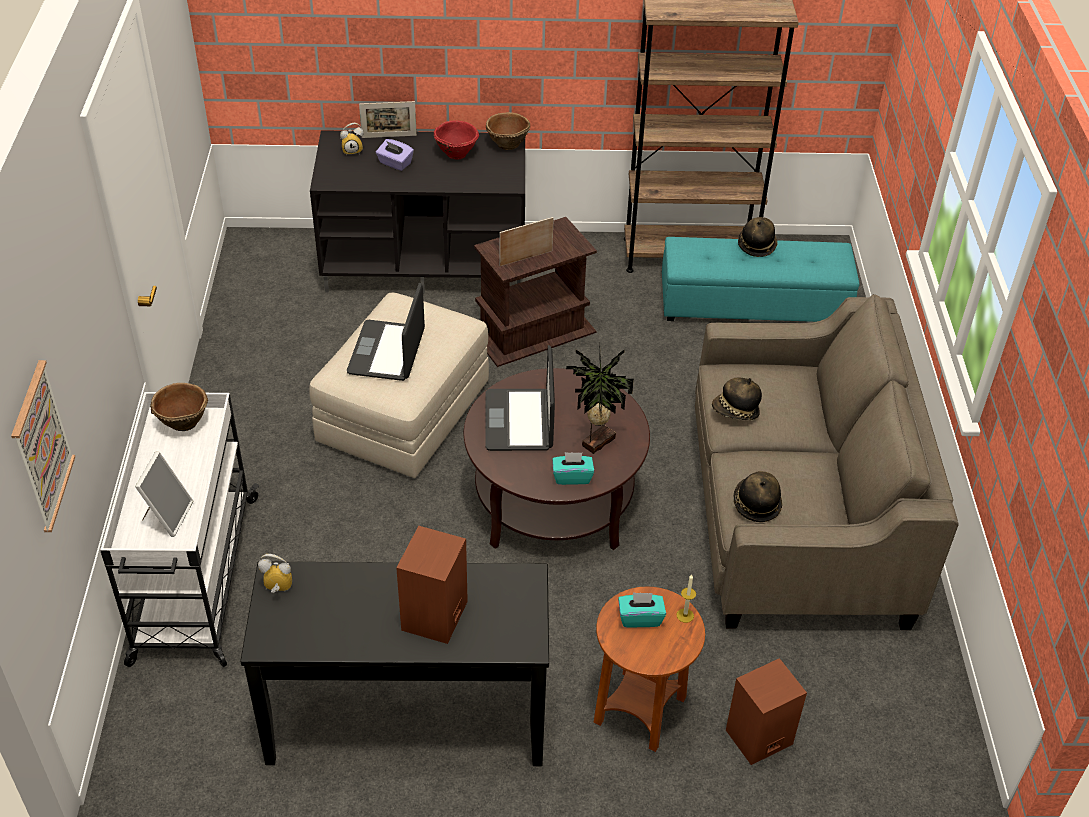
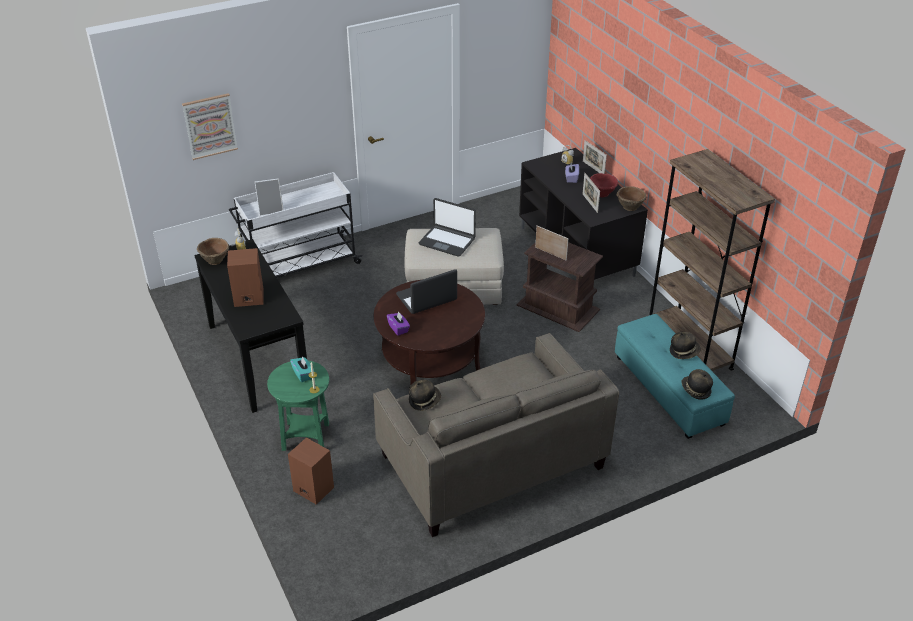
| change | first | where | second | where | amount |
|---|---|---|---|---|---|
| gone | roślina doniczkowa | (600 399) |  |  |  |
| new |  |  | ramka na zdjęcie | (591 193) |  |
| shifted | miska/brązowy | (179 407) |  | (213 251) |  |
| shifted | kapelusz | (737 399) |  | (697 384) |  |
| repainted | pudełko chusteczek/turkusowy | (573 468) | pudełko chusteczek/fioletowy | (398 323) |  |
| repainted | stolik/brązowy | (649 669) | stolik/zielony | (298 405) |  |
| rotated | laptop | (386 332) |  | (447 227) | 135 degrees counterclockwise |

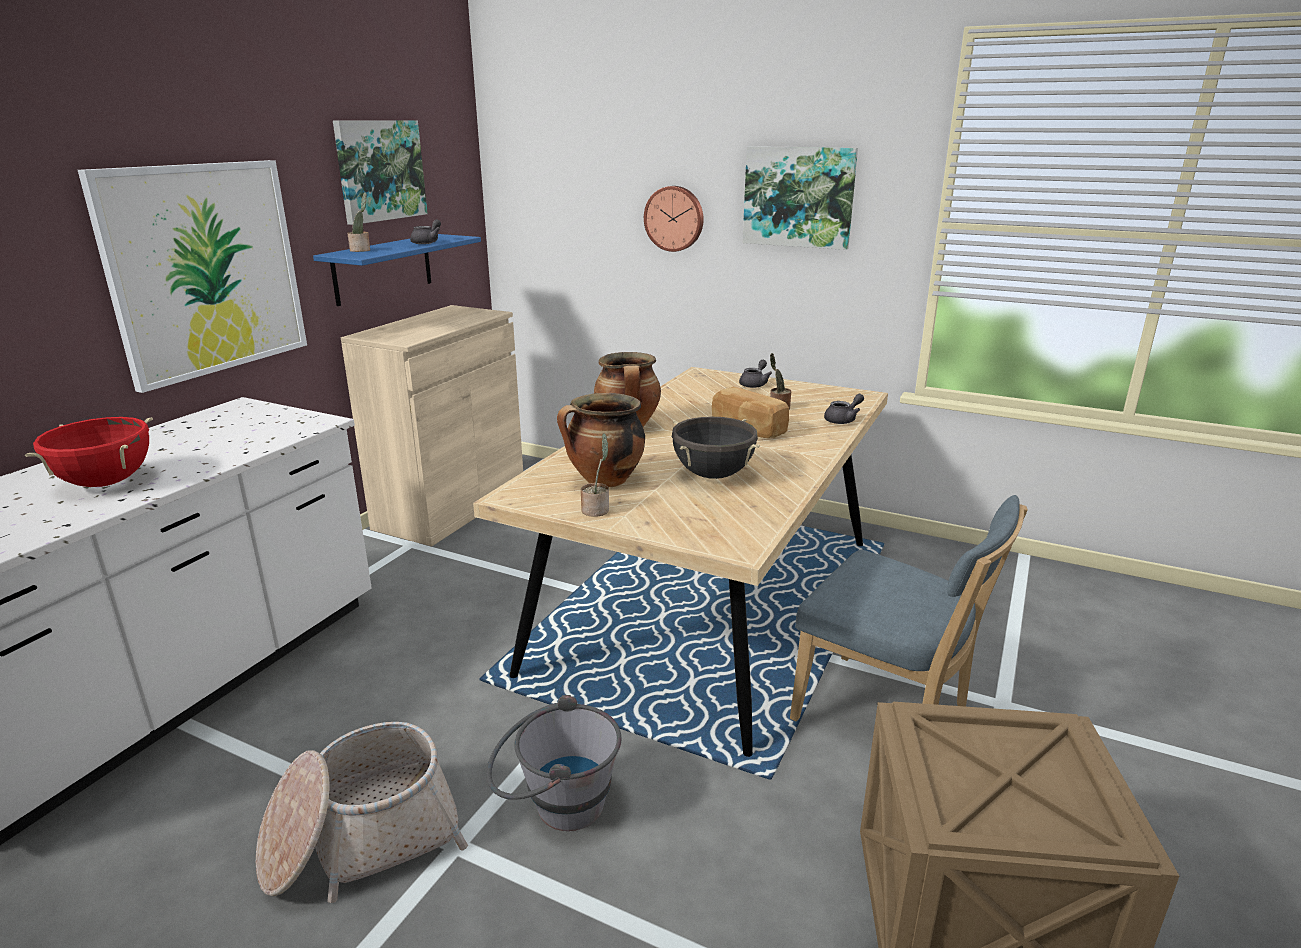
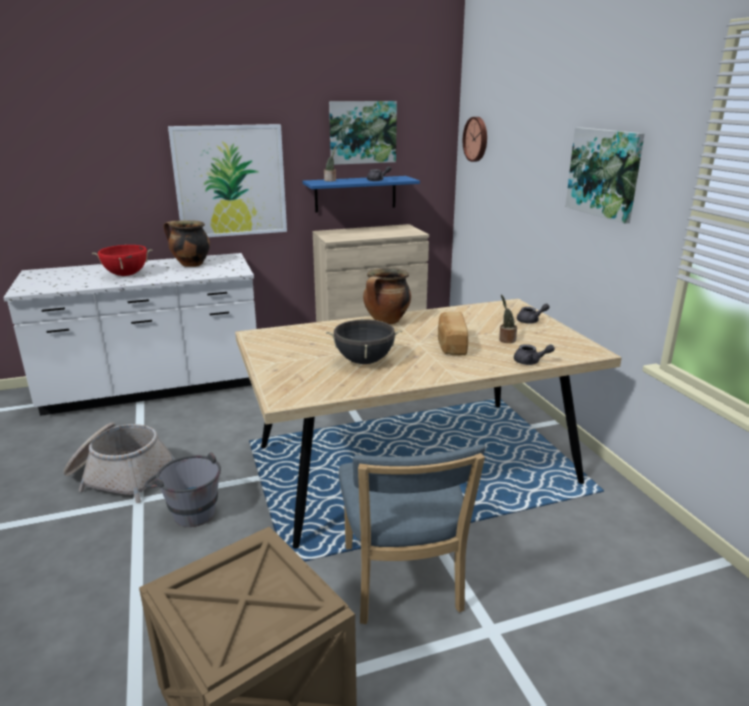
| change | first | where | second | where | amount |
|---|---|---|---|---|---|
| gone | roślina doniczkowa | (595 475) |  |  |  |
| shifted | garnek | (601 440) |  | (187 243) |  |
| shifted | zegar ścienny | (674 219) |  | (475 139) |  |

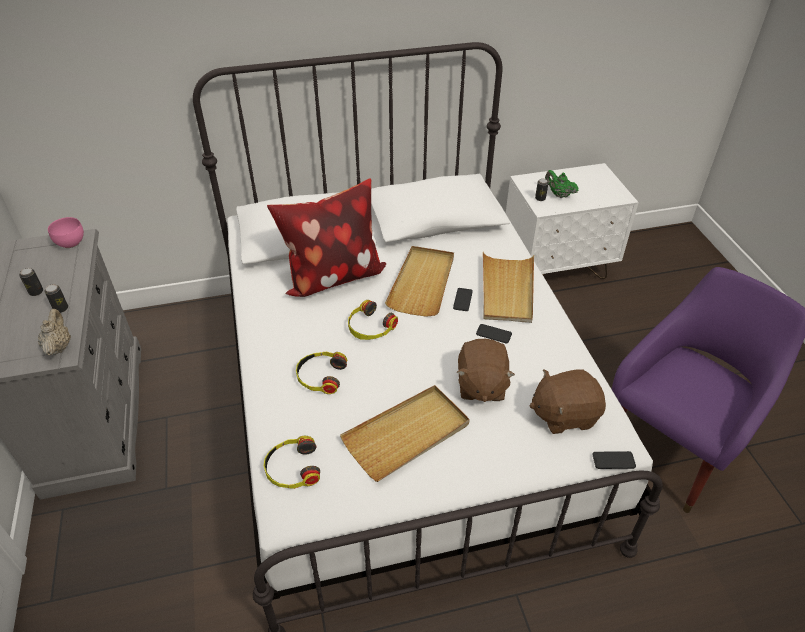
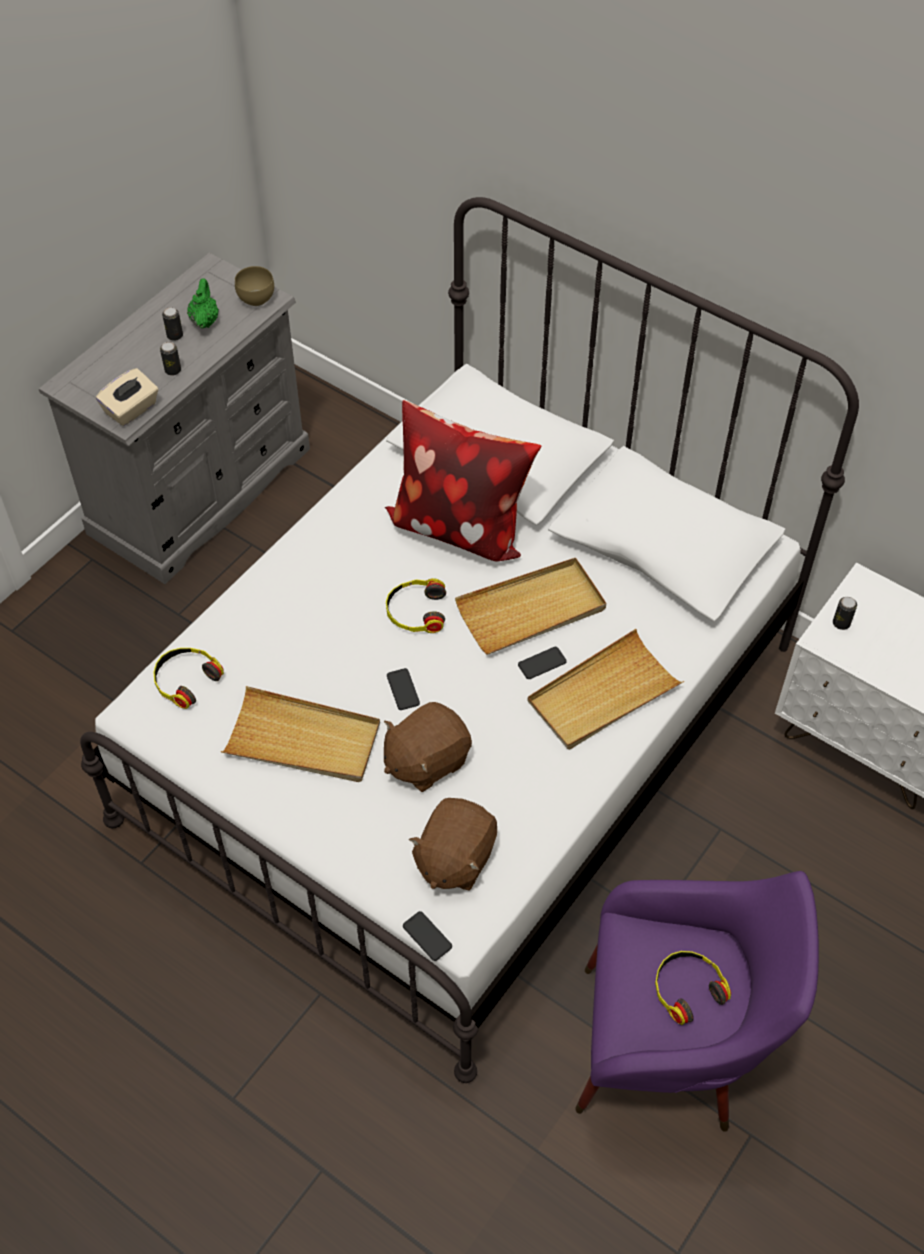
| change | first | where | second | where | amount |
|---|---|---|---|---|---|
| shifted | słuchawki | (321 373) |  | (693 988) |  |
| shifted | telefon | (494 334) |  | (403 689) |  |
| shifted | imbryk/zielony | (562 184) |  | (203 303) |  |
| swapped | imbryk/beżowy | (54 332) | pudełko chusteczek/beżowy | (127 397) |  |
| repainted | miska/różowy | (66 232) | miska/brązowy | (254 286) |  |
| rotated | pluszak/brązowy | (568 401) |  | (453 844) | 105 degrees counterclockwise |

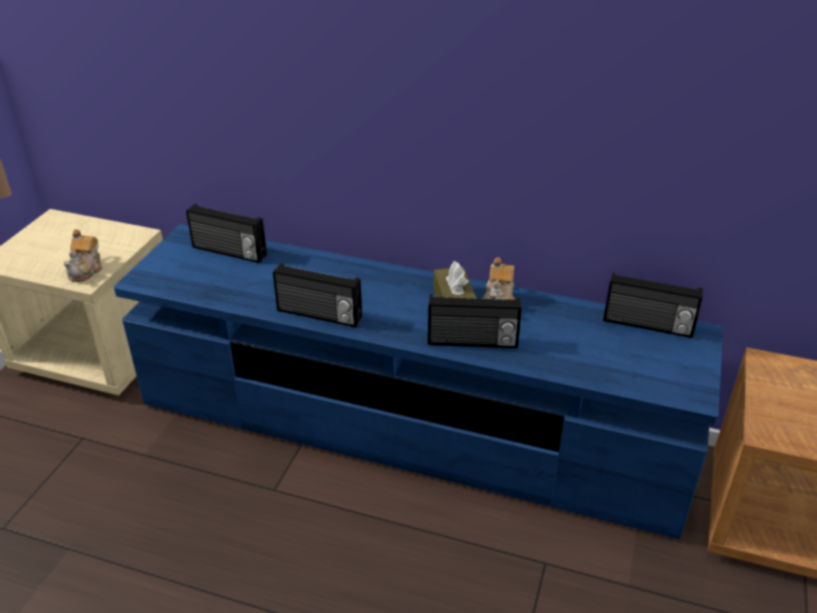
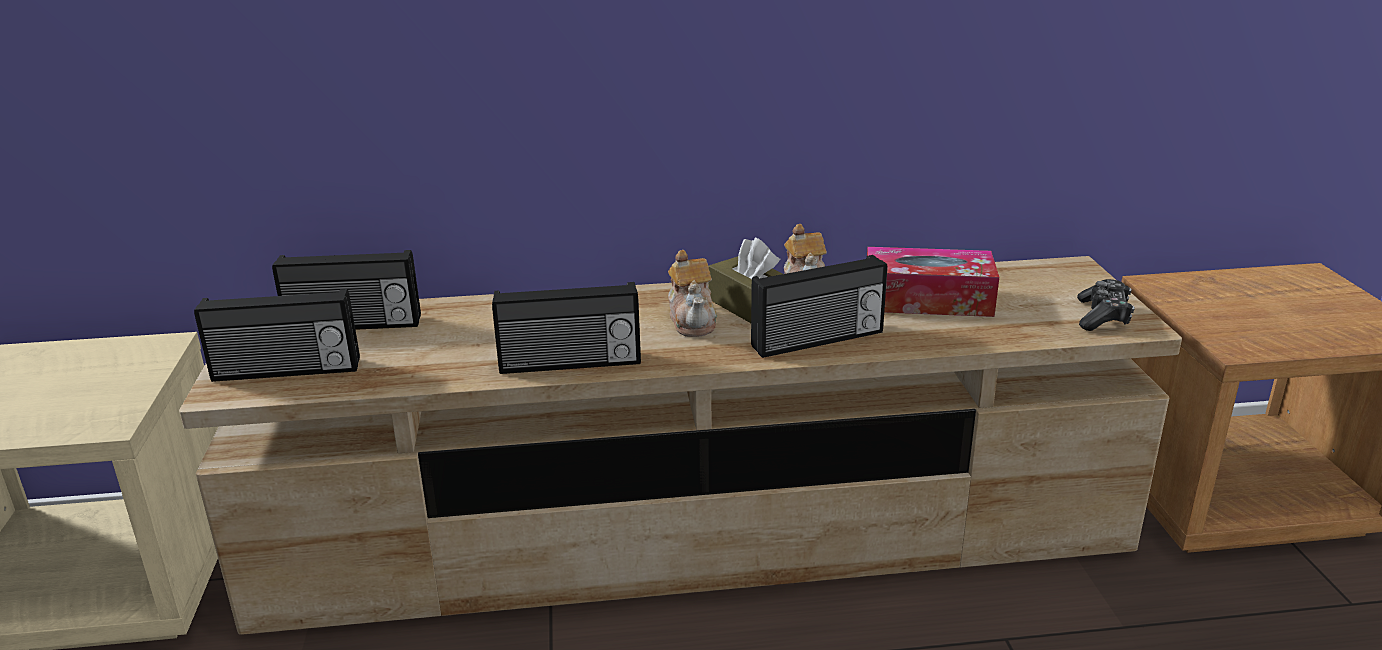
| change | first | where | second | where | amount |
|---|---|---|---|---|---|
| new |  |  | pudełko chusteczek | (933 282) |  |
| new |  |  | pad do gier | (1106 305) |  |
| shifted | imbryk | (83 255) |  | (692 293) |  |
| shifted | radio | (653 305) |  | (277 335) |  |
| repainted | szafka pod telewizor/niebieski | (418 381) | szafka pod telewizor/beżowy | (680 445) |  |

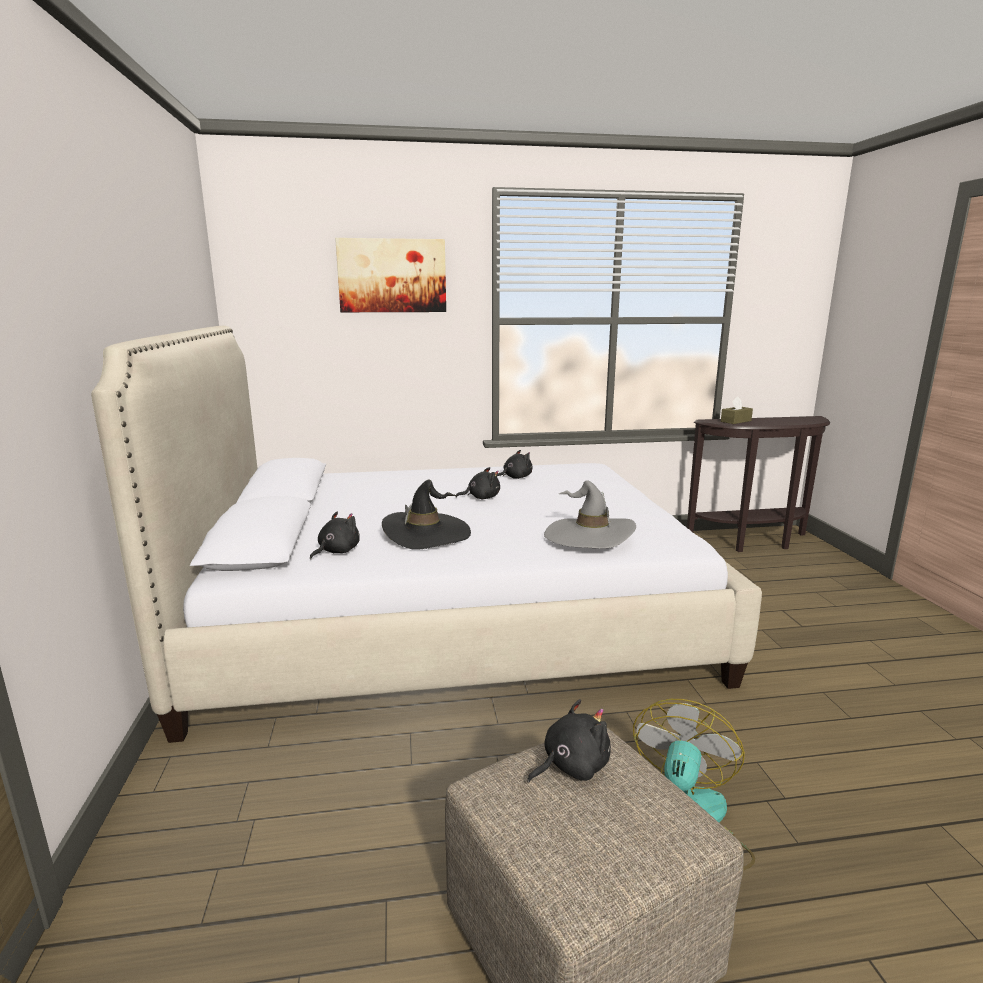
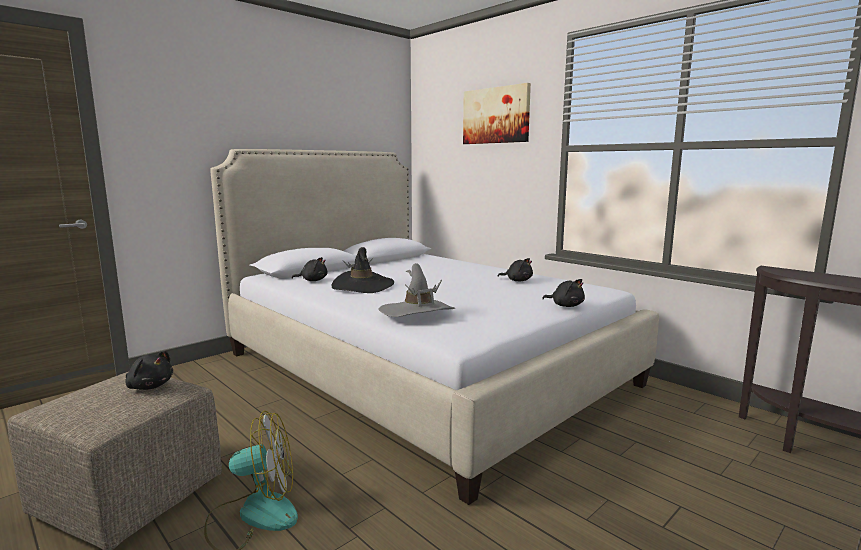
| change | first | where | second | where | amount |
|---|---|---|---|---|---|
| gone | pudełko chusteczek/brązowy | (737 410) |  |  |  |
| shifted | pluszak/czarny | (477 483) |  | (563 293) |  |

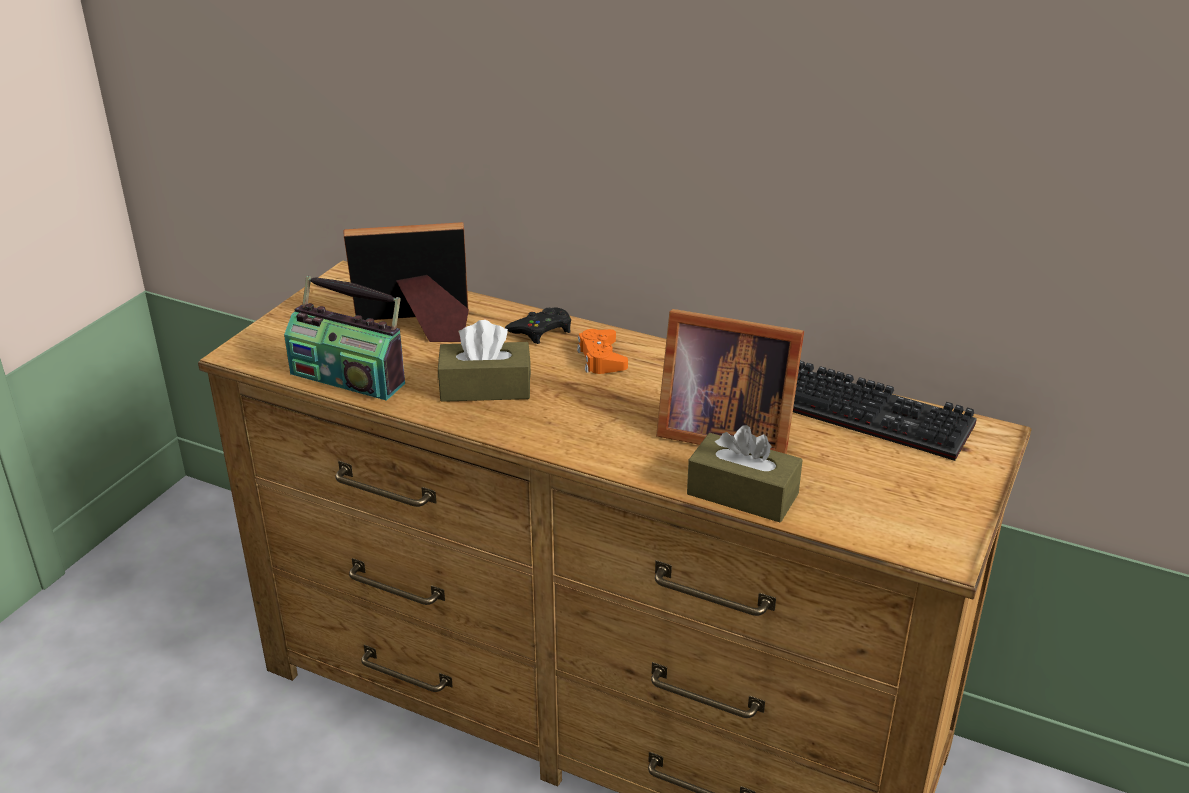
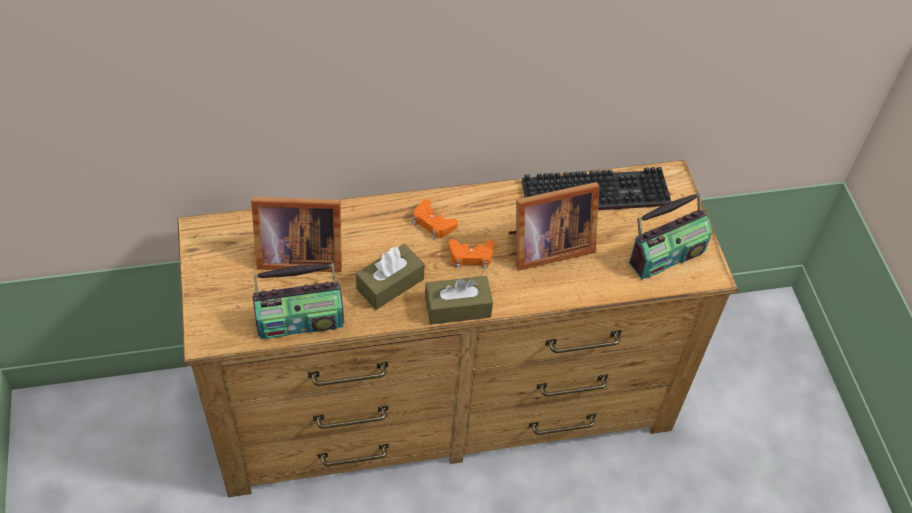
| change | first | where | second | where | amount |
|---|---|---|---|---|---|
| gone | pad do gier/czarny | (538 326) |  |  |  |
| new |  |  | pad do gier/pomarańczowy | (471 254) |  |
| new |  |  | radio | (670 235) |  |
| shifted | pudełko chusteczek/brązowy | (744 473) |  | (459 300) |  |
| rotated | ramka na zdjęcie | (406 282) |  | (296 234) | 135 degrees counterclockwise |

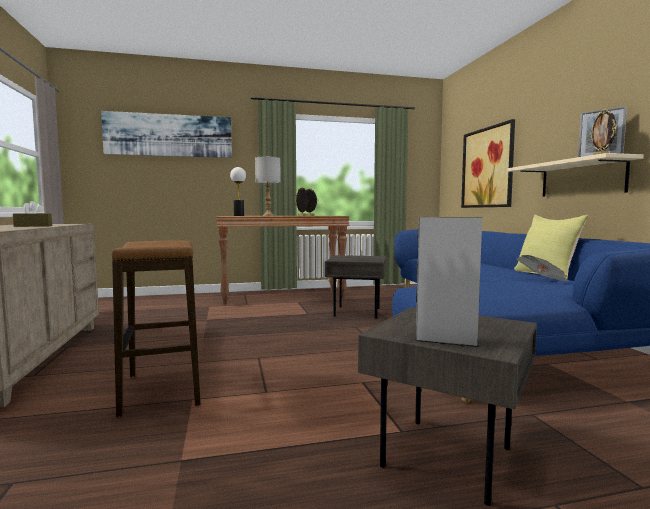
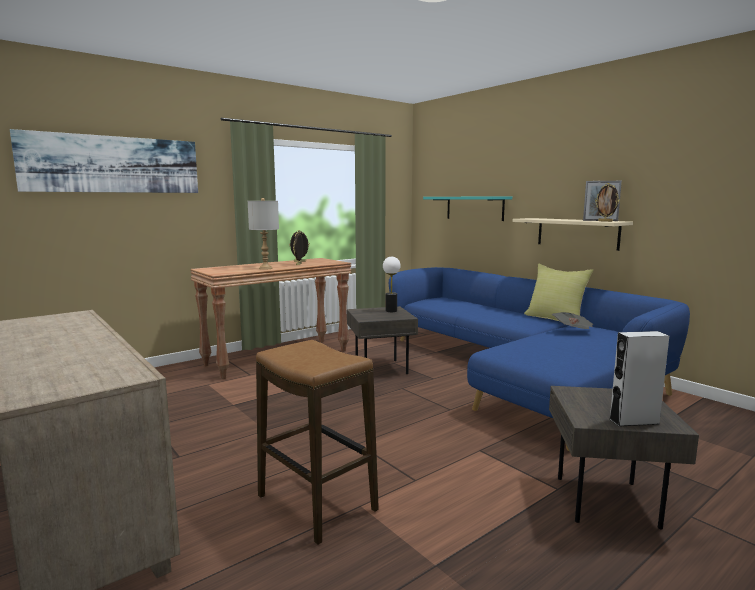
| change | first | where | second | where | amount |
|---|---|---|---|---|---|
| gone | pudełko chusteczek/brązowy | (32 214) |  |  |  |
| shifted | lampa stołowa | (238 191) |  | (391 284) |  |
| swapped | obraz | (488 163) | półka/turkusowy | (467 208) |  |

